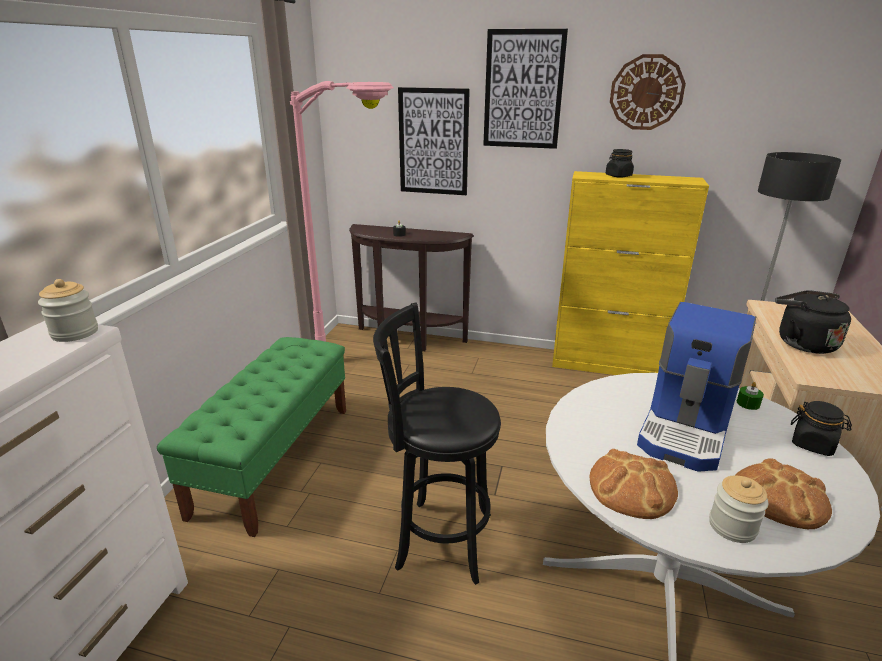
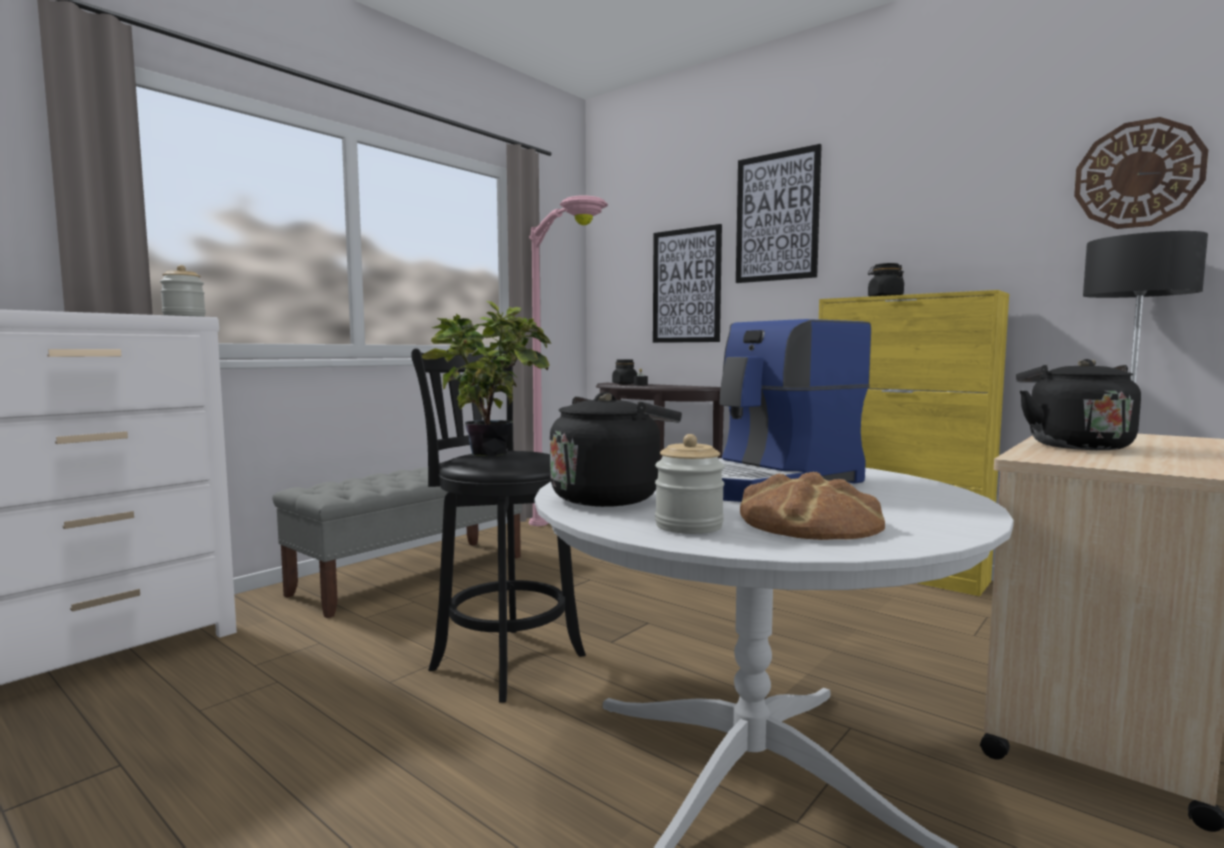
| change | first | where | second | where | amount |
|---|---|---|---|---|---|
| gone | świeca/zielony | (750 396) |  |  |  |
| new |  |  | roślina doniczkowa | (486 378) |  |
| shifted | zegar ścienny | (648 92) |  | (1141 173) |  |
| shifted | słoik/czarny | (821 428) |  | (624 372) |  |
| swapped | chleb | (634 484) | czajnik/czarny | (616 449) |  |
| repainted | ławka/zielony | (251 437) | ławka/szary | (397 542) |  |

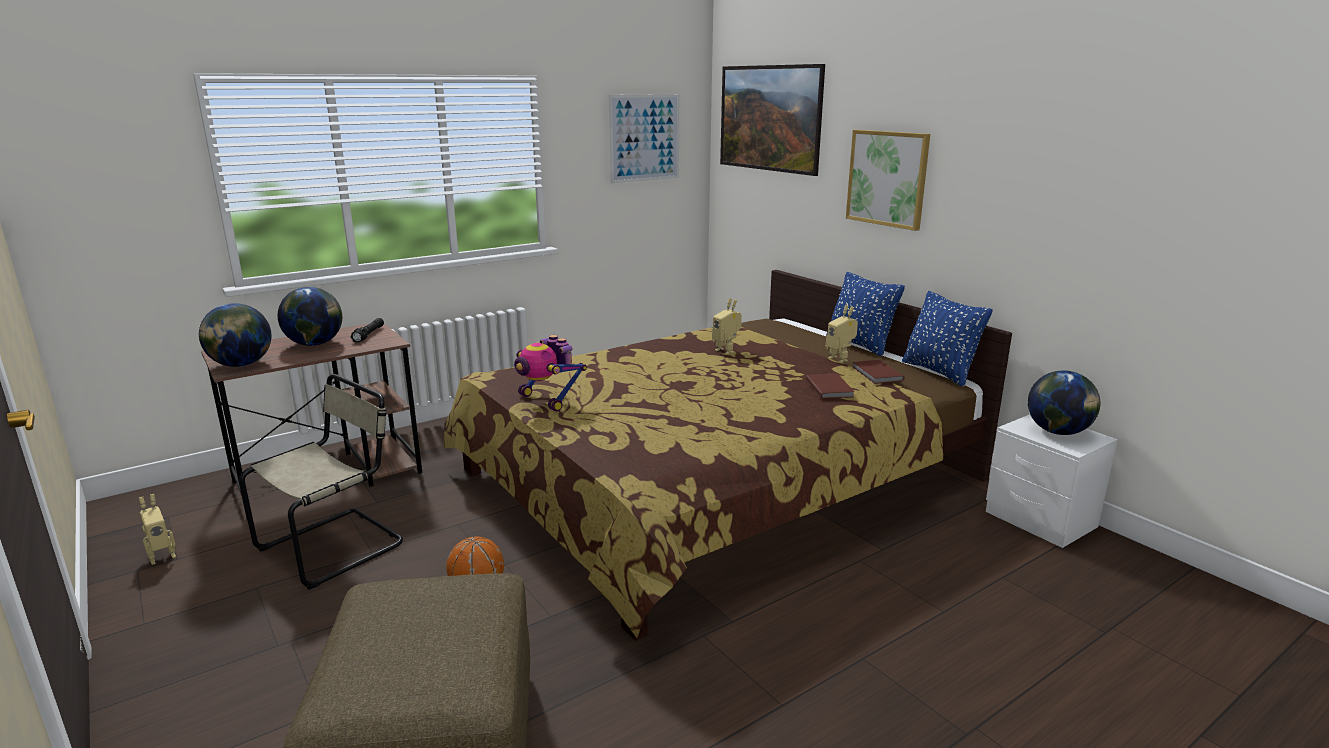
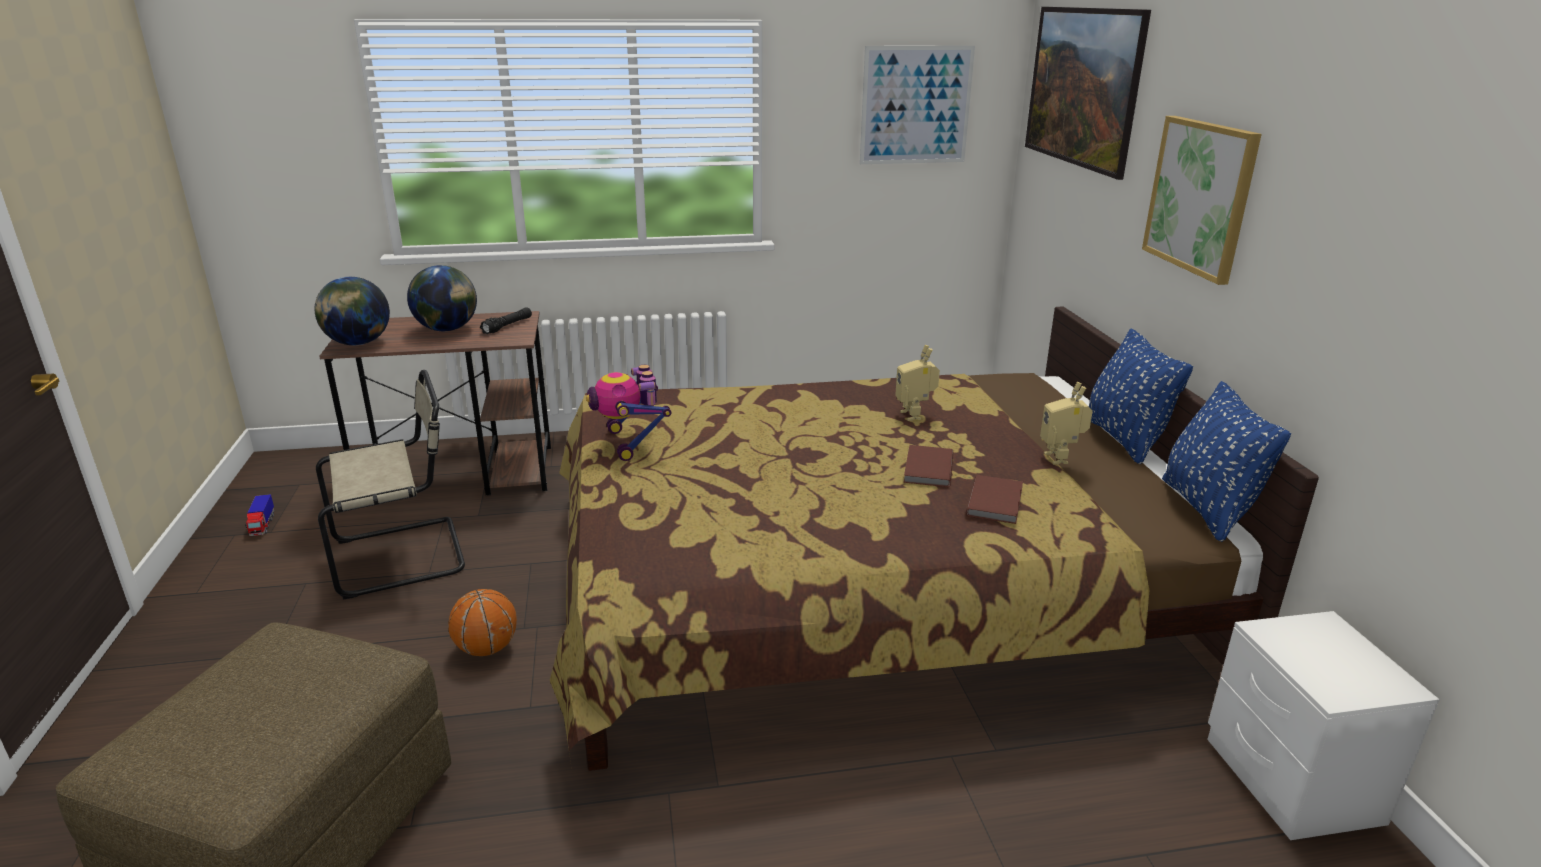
| change | first | where | second | where | amount |
|---|---|---|---|---|---|
| gone | globus | (1064 403) |  |  |  |
| shifted | książka/brązowy | (878 372) |  | (928 466) |  |
| swapped | robot zabawkowy | (157 529) | ciężarówka zabawkowa | (259 515) |  |

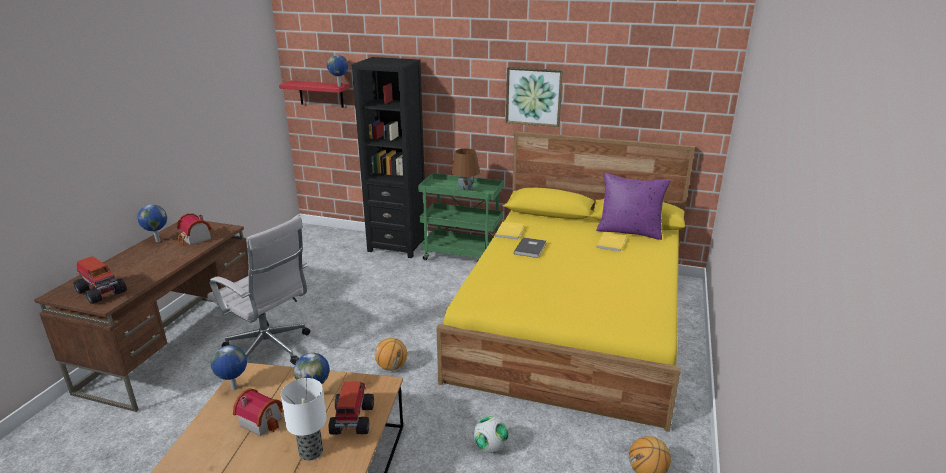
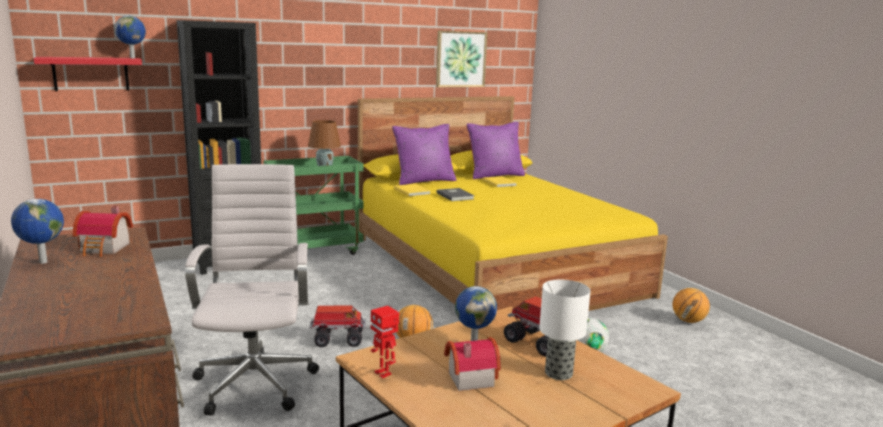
| change | first | where | second | where | amount |
|---|---|---|---|---|---|
| new |  |  | poduszka/fioletowy | (424 154) |  |
| shifted | ciężarówka zabawkowa | (100 280) |  | (338 326) |  |
| shifted | obraz | (534 97) |  | (461 59) |  |
| swapped | globus | (229 367) | robot zabawkowy | (384 342) |  |
| rotated | krzesło biurowe/biały | (258 290) |  | (252 289) | 90 degrees counterclockwise |

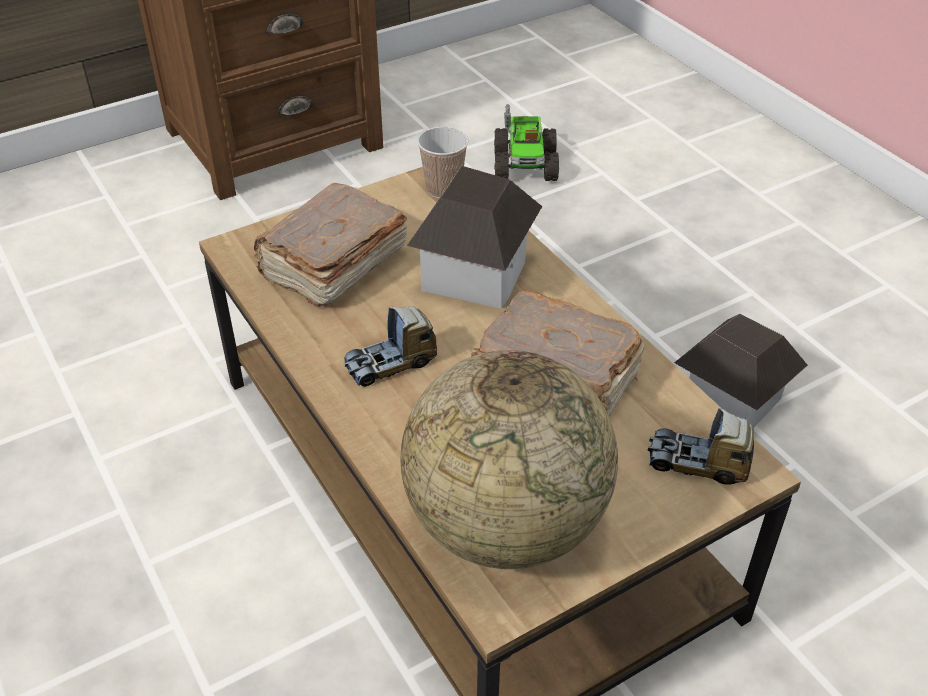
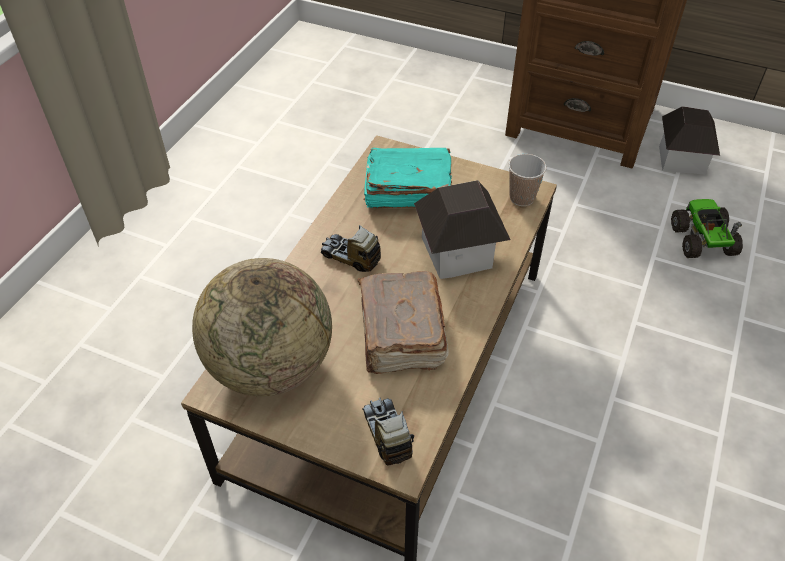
| change | first | where | second | where | amount |
|---|---|---|---|---|---|
| shifted | domek | (741 371) |  | (689 140) |  |
| repainted | książka/brązowy | (331 246) | książka/turkusowy | (408 178) |  |
| rotated | ciężarówka zabawkowa | (526 142) |  | (707 228) | 120 degrees clockwise |

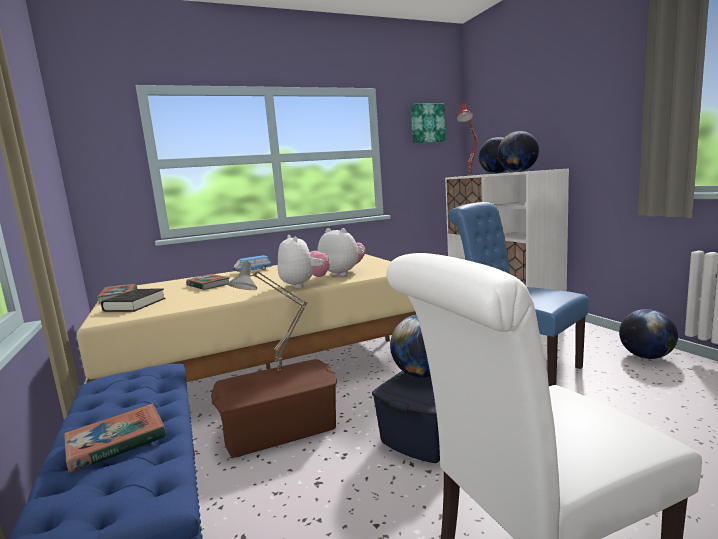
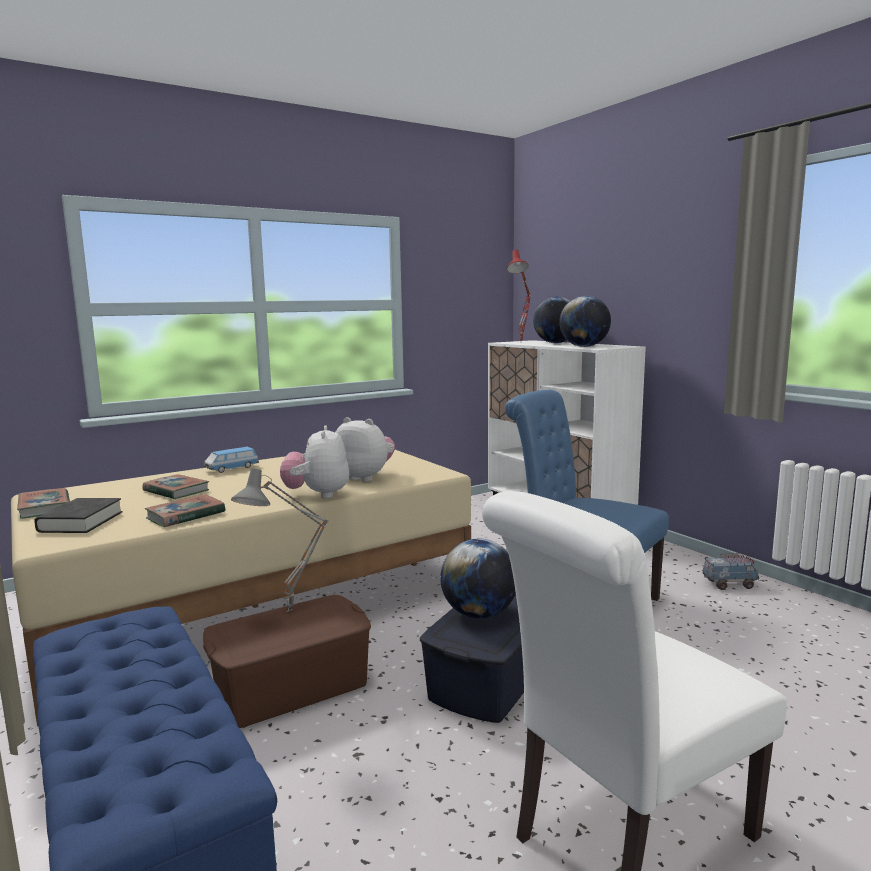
| change | first | where | second | where | amount |
|---|---|---|---|---|---|
| gone | obraz | (428 123) |  |  |  |
| shifted | książka | (115 438) |  | (185 510) |  |
| swapped | globus | (648 334) | ciężarówka zabawkowa | (730 571) |  |
| rotated | pluszak | (304 262) |  | (314 462) | 150 degrees counterclockwise |

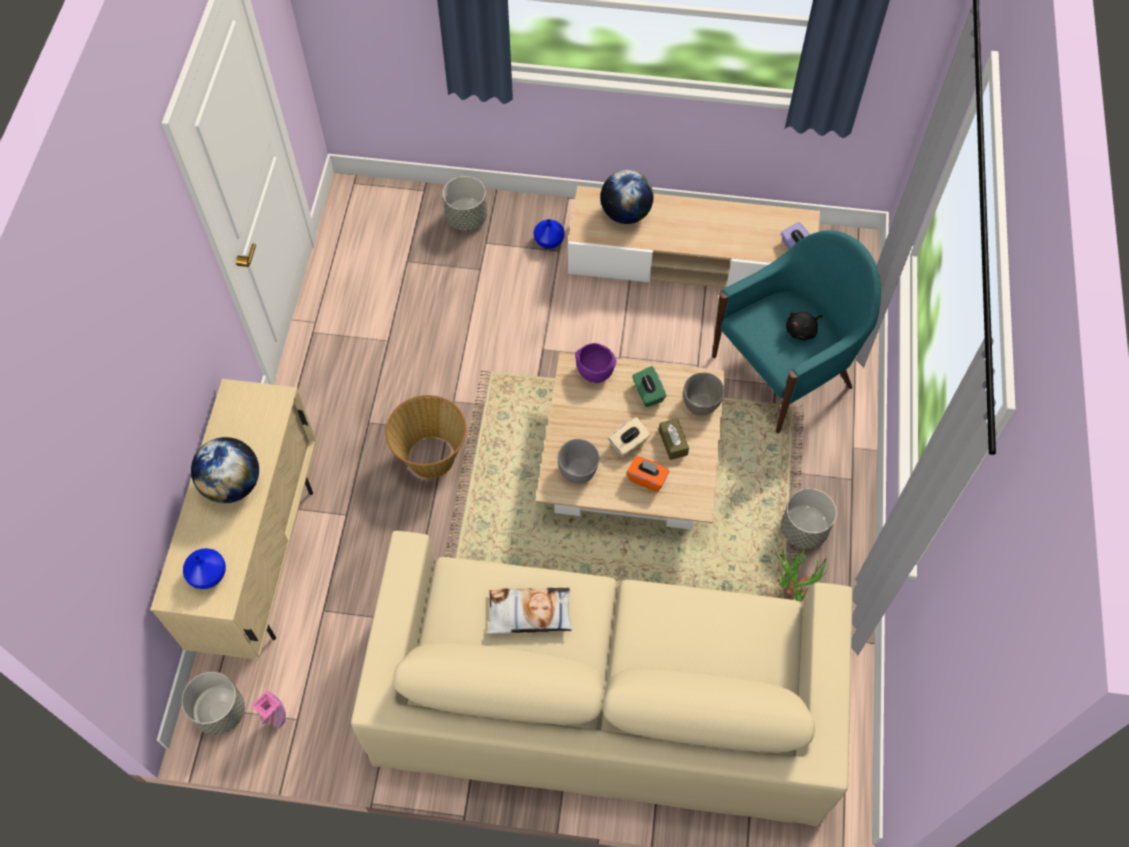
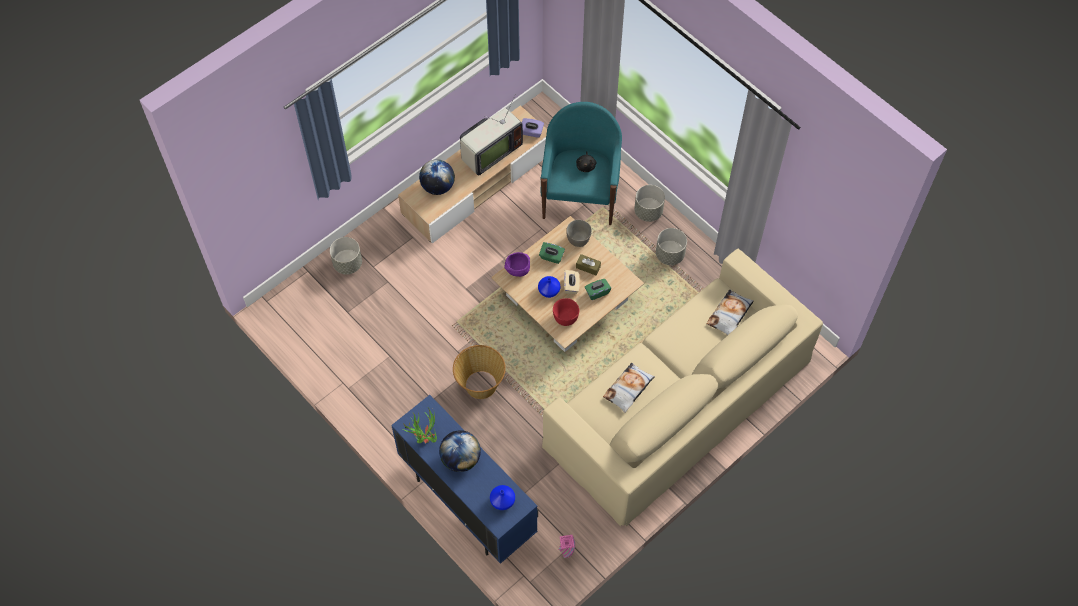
| change | first | where | second | where | amount |
|---|---|---|---|---|---|
| new |  |  | telewizor | (491 135) |  |
| new |  |  | poduszka | (730 312) |  |
| shifted | donica/szary | (213 703) |  | (649 203) |  |
| shifted | wazon/niebieski | (549 234) |  | (549 287) |  |
| shifted | roślina doniczkowa | (801 574) |  | (419 426) |  |
| repainted | szafka/beżowy | (233 519) | szafka/niebieski | (464 479) |  |
| repainted | miska/szary | (578 461) | miska/czerwony | (566 312) |  |
| repainted | pudełko chusteczek/pomarańczowy | (648 474) | pudełko chusteczek/zielony | (598 289) |  |

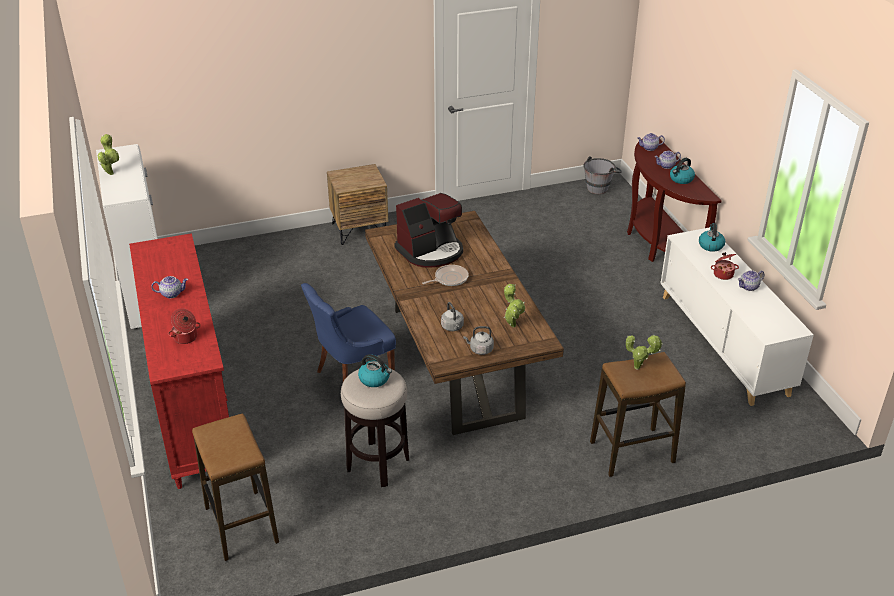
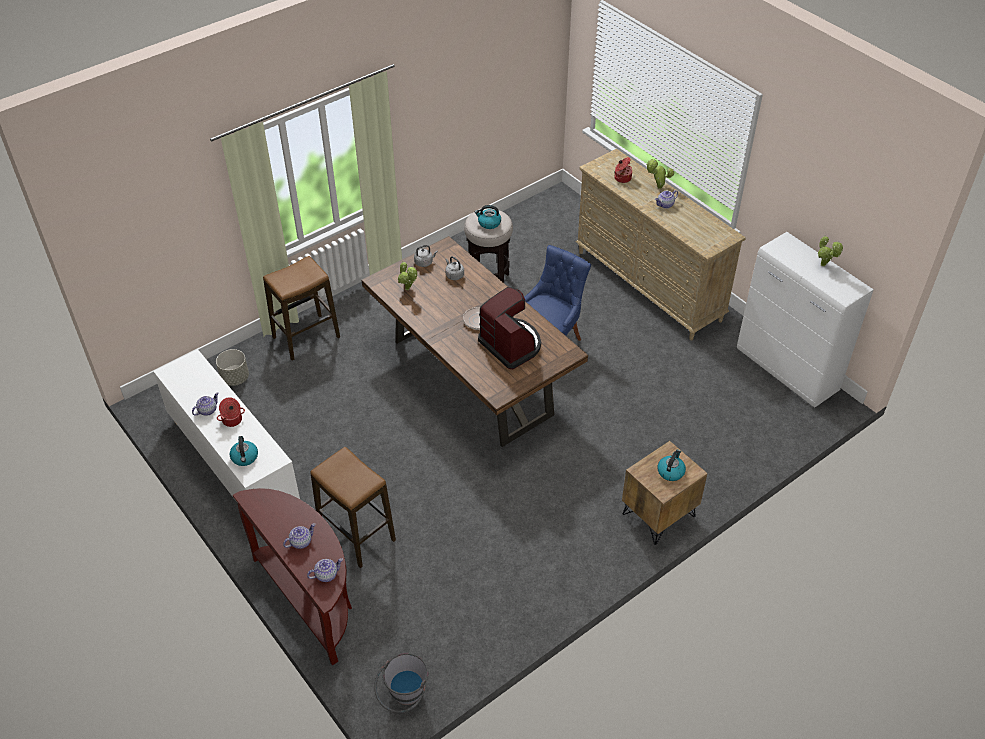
| change | first | where | second | where | amount |
|---|---|---|---|---|---|
| new |  |  | donica/szary | (232 367) |  |
| shifted | stołek | (235 487) |  | (353 507) |  |
| shifted | roślina doniczkowa | (644 352) |  | (660 174) |  |
| shifted | czajnik | (682 171) |  | (671 465) |  |
| repainted | komoda/czerwony | (179 361) | komoda/beżowy | (661 244) |  |
| rotated | ekspres do kawy | (429 230) |  | (509 328) | 105 degrees clockwise |

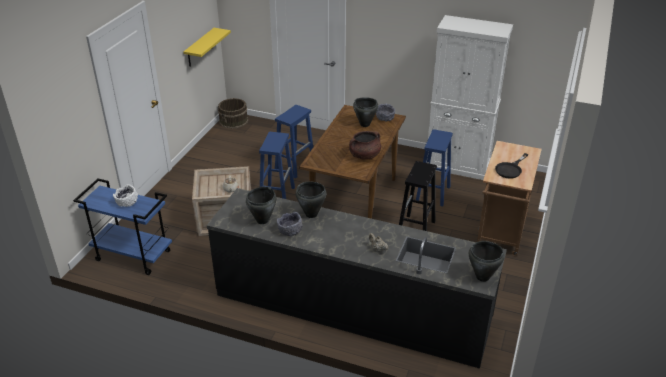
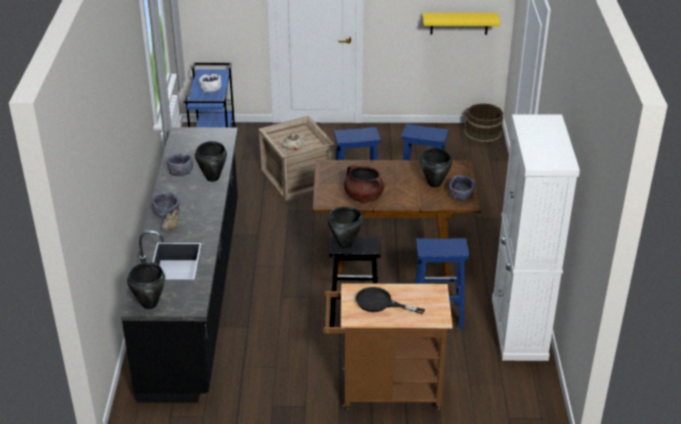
| change | first | where | second | where | amount |
|---|---|---|---|---|---|
| new |  |  | miska/szary | (165 204) |  |
| shifted | garnek/czarny | (261 205) |  | (345 228) |  |

